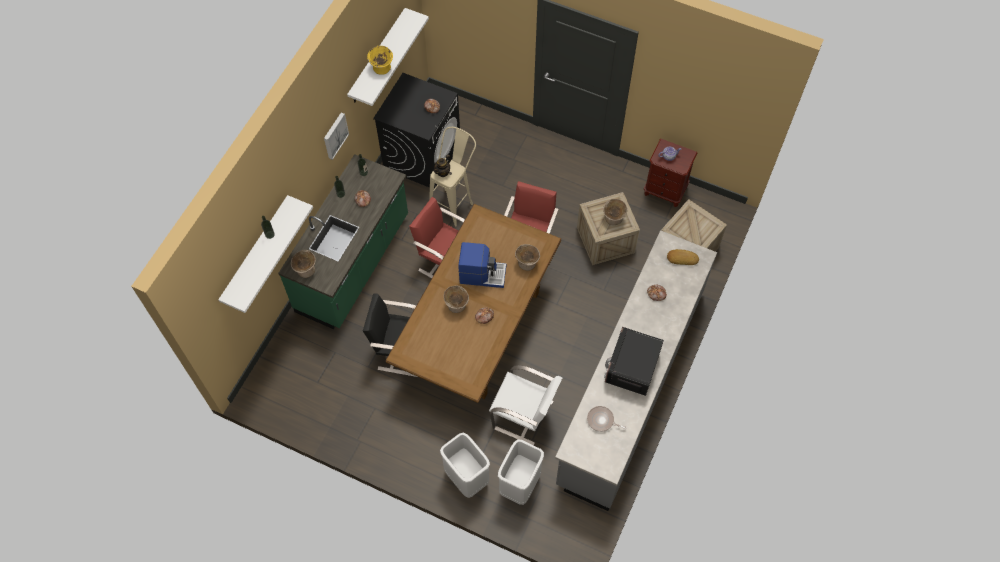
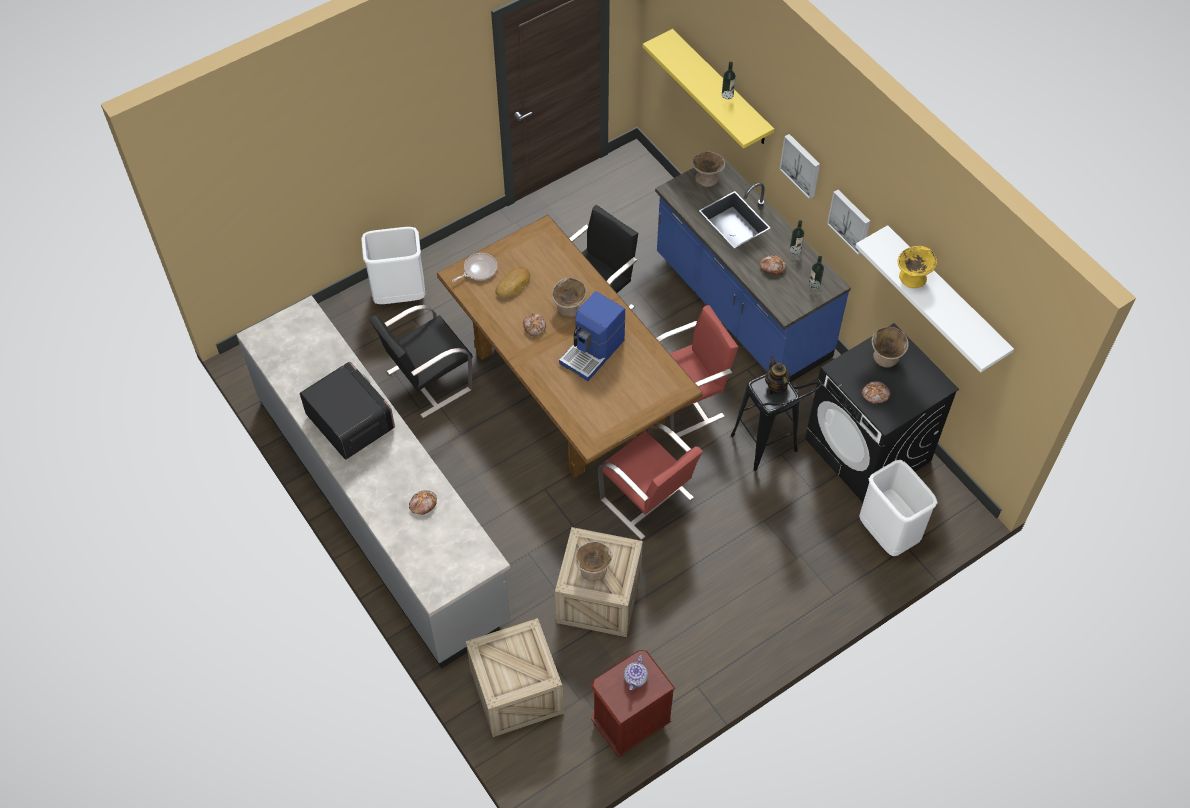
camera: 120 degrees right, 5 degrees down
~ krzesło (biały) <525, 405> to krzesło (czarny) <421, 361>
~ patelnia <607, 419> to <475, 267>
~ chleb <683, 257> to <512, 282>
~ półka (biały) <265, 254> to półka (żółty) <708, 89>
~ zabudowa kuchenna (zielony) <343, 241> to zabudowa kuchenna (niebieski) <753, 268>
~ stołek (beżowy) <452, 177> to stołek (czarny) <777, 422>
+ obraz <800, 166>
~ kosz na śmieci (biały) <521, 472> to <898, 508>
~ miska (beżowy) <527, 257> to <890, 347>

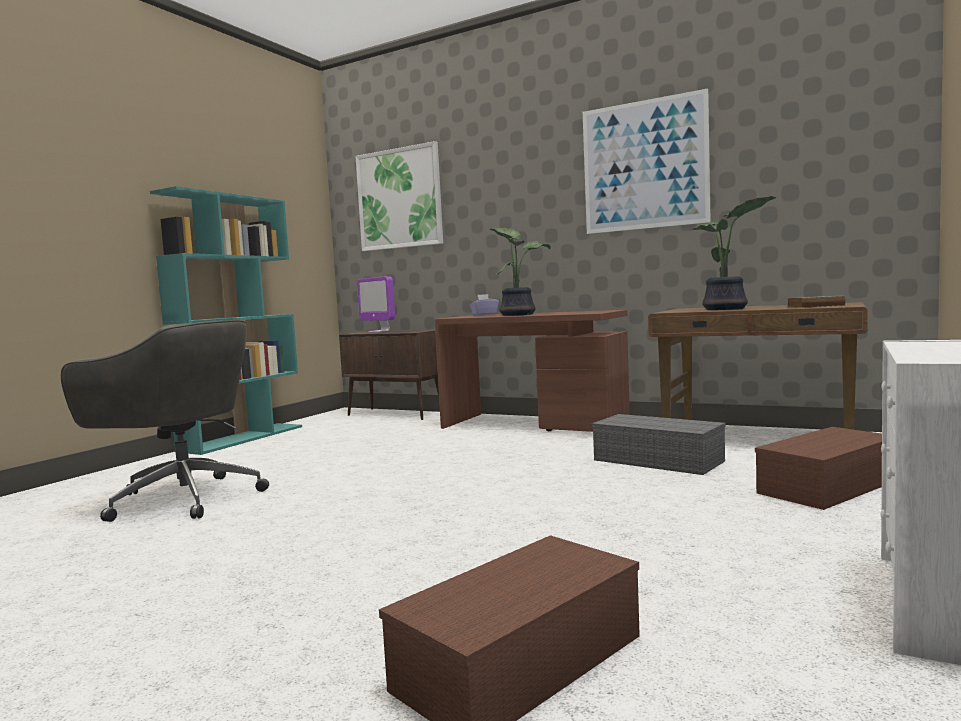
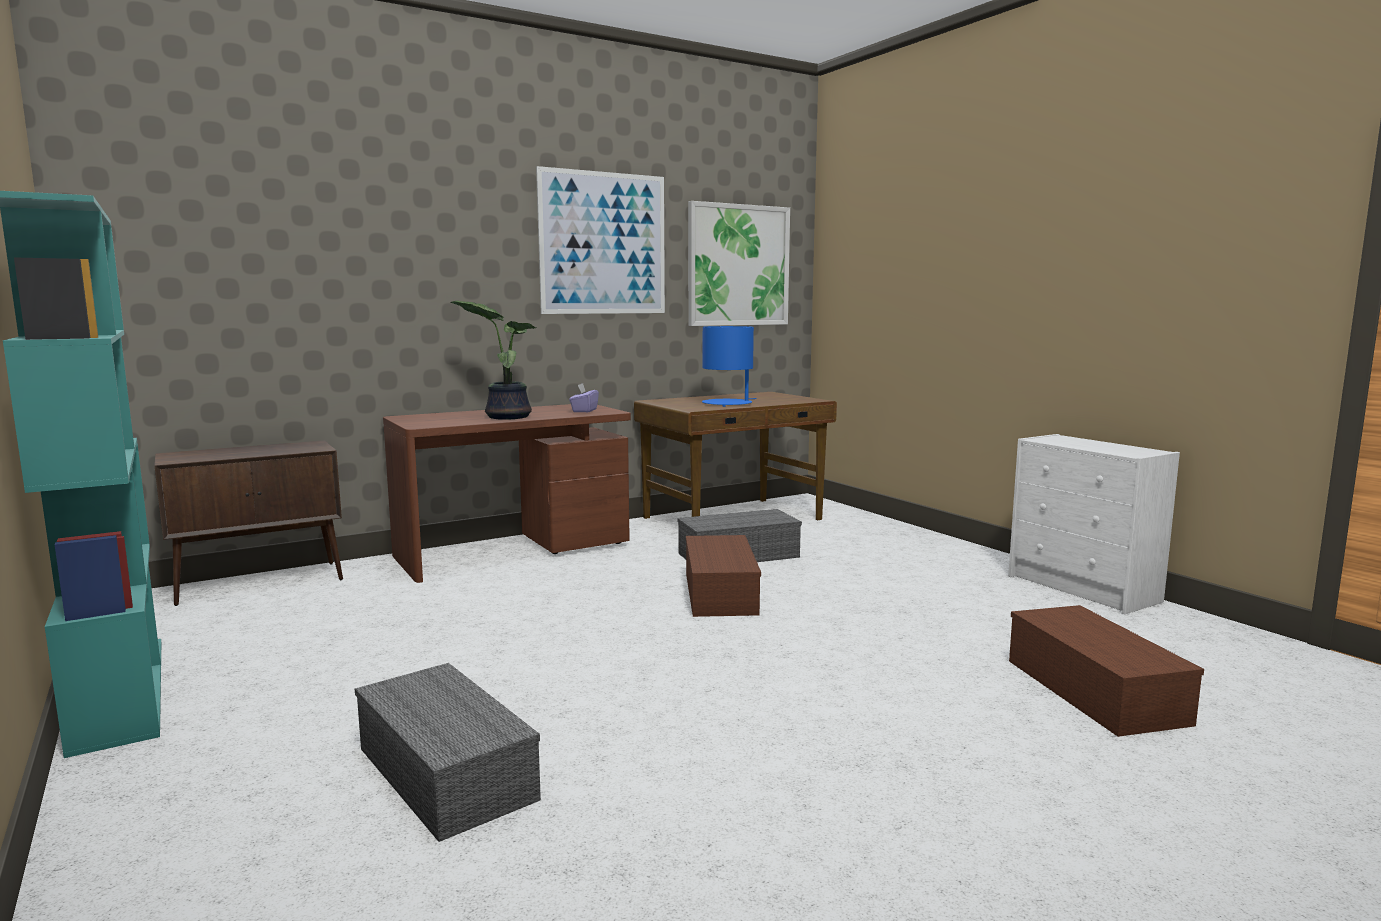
camera: 60 degrees left, 5 degrees up
~ krzesło biurowe (szary) <165, 421> to pojemnik do przechowywania (szary) <448, 752>
~ pudełko chusteczek (fioletowy) <484, 304> to <584, 397>
~ pojemnik do przechowywania (brązowy) <818, 468> to <723, 576>
~ obraz <399, 196> to <739, 263>
~ roślina doniczkowa <734, 253> to lampa stołowa (niebieski) <729, 366>
- monitor <376, 304>
- książka <816, 302>

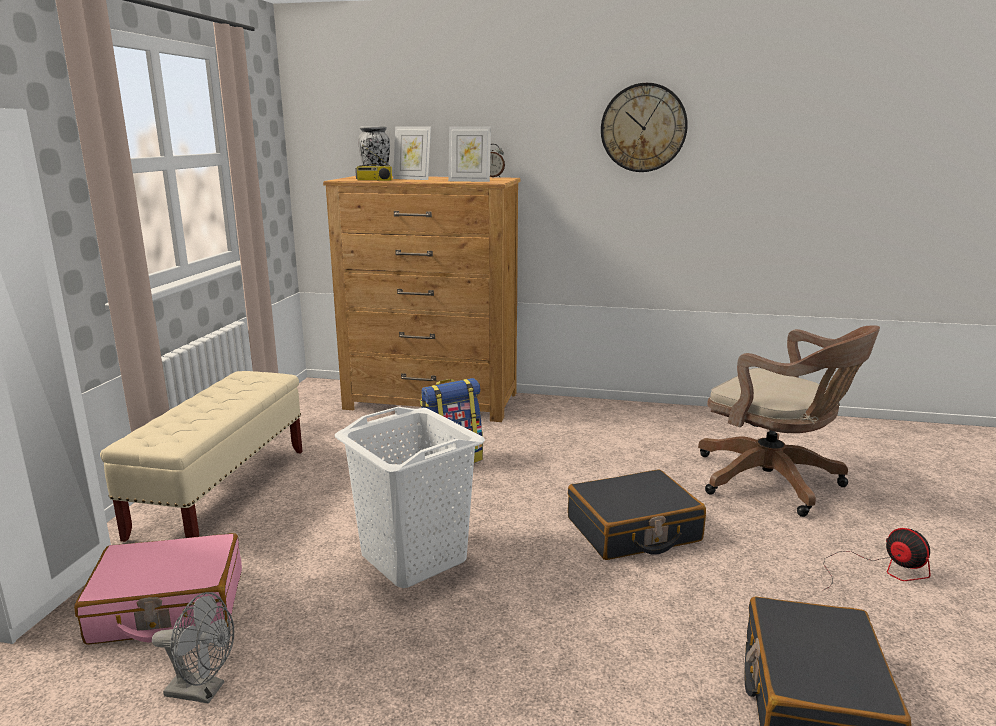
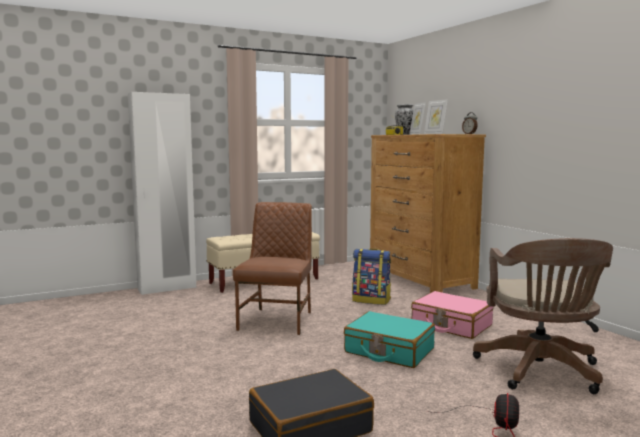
camera: 50 degrees right, 10 degrees down
~ kosz na pranie (biały) <410, 497> to krzesło (brązowy) <272, 268>
~ walizka (czarny) <637, 515> to walizka (turkusowy) <389, 339>
~ walizka (różowy) <158, 589> to <452, 315>
- wentylator (szary) <193, 648>
- zegar ścienny <644, 127>

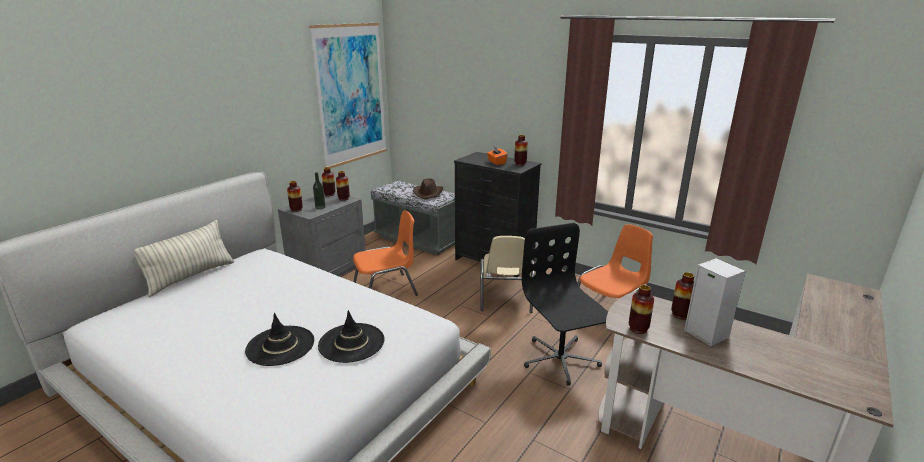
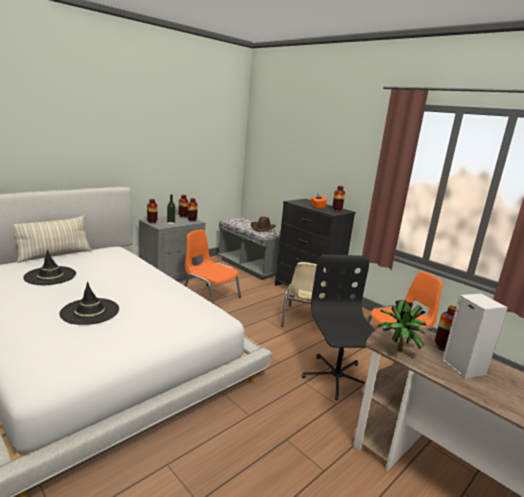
camera: 10 degrees right, 5 degrees down
~ kapelusz (czarny) <351, 336> to <49, 267>
~ krzesło (pomarańczowy) <385, 253> = <212, 267> 135 degrees counterclockwise
~ wazon <641, 309> to roślina doniczkowa <402, 326>
- obraz <348, 96>

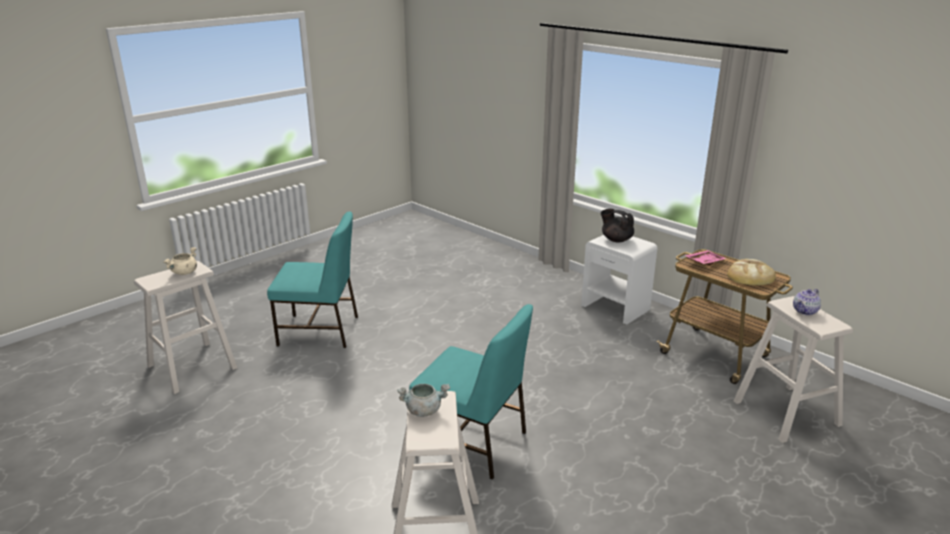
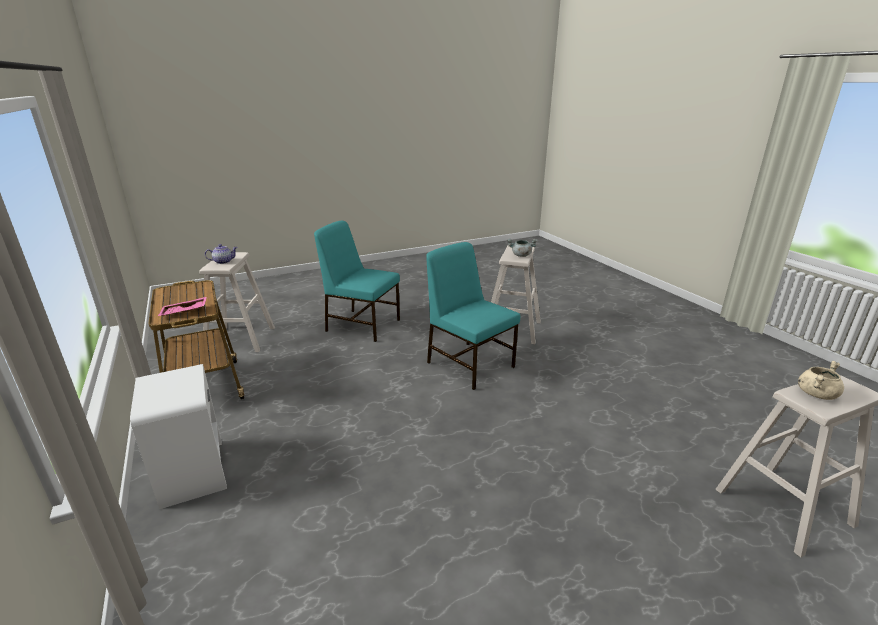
camera: 160 degrees left, 0 degrees up
~ krzesło (turkusowy) <312, 279> to <357, 281>
- imbryk (czarny) <617, 225>
- chleb <751, 272>

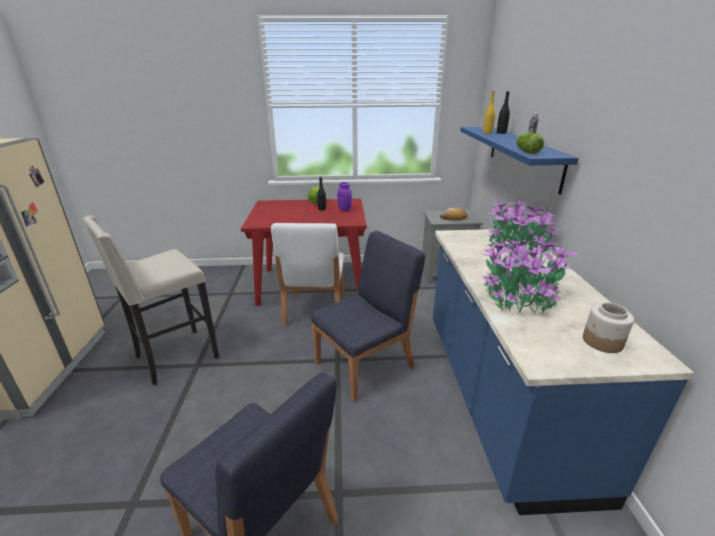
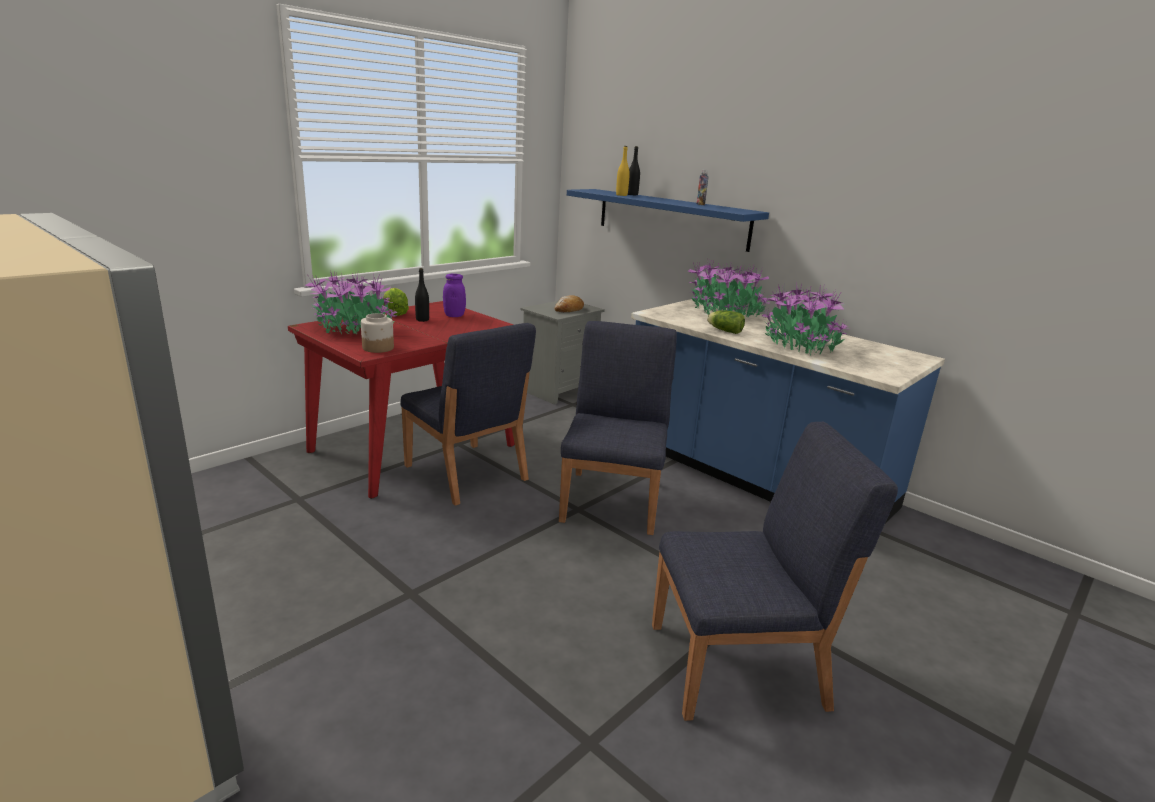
camera: 45 degrees left, 5 degrees down
+ roślina doniczkowa <350, 302>
~ słoik <608, 328> to <377, 333>
~ krzesło (biały) <307, 275> to krzesło (niebieski) <468, 414>
~ sałata <530, 143> to <726, 322>
- stołek (beżowy) <151, 300>

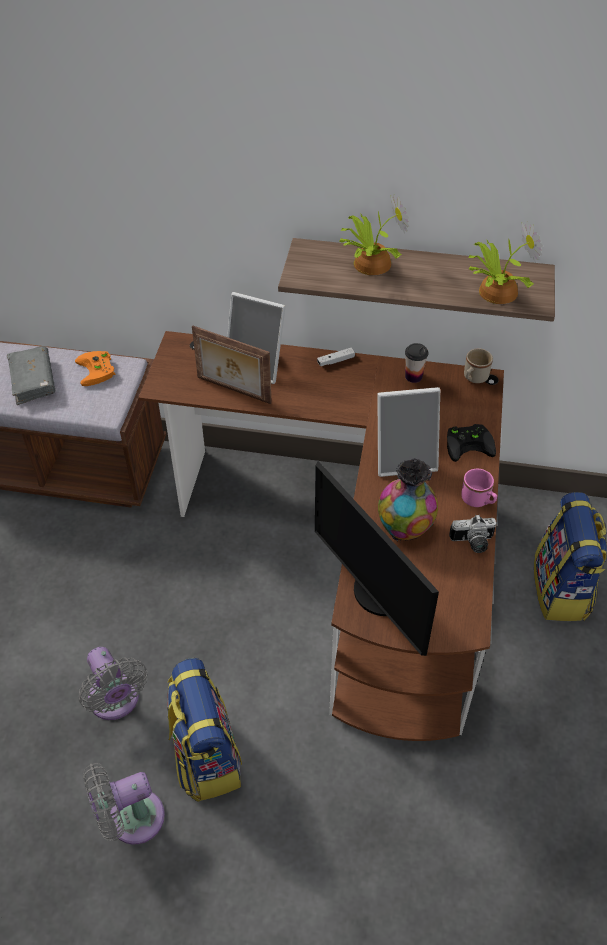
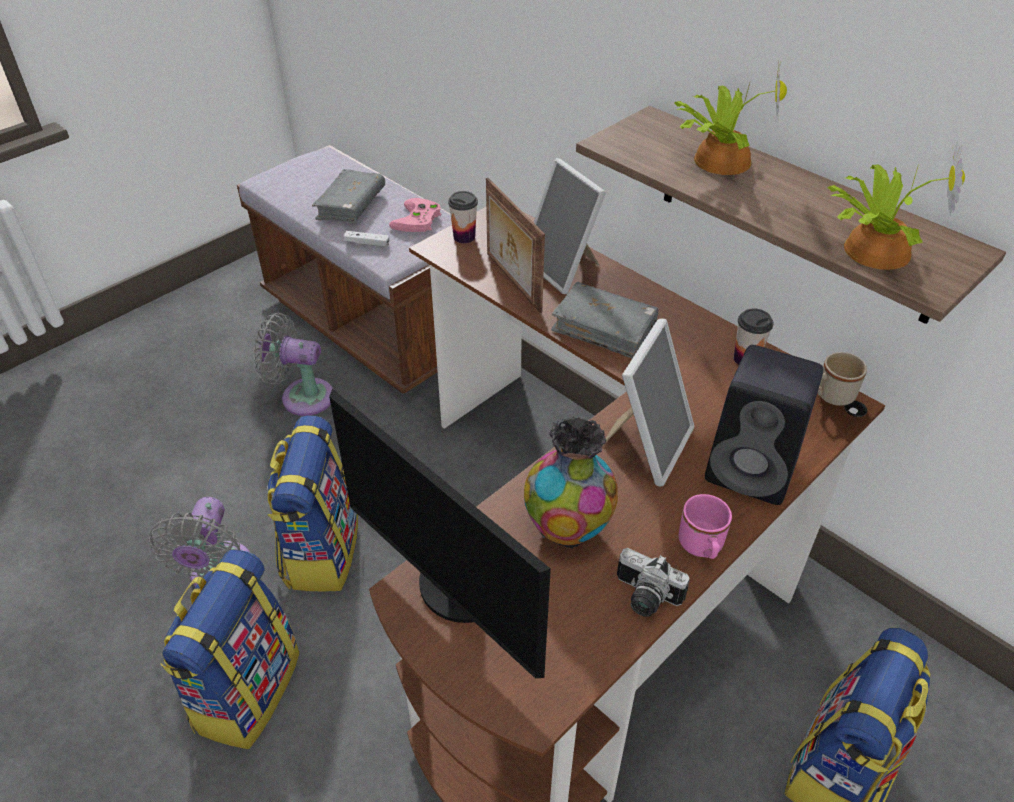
camera: 35 degrees right, 5 degrees down
~ wentylator (szary) <124, 804> to <293, 364>
+ plecak <312, 503>
~ monitor <377, 558> = <440, 533> 45 degrees counterclockwise
~ pad do gier (biały) <336, 357> to <366, 239>
~ pad do gier (pomarańczowy) <95, 368> to pad do gier (różowy) <415, 215>
+ filiżanka <463, 217>
+ książka (szary) <605, 320>
~ ramka na zdjęcie <408, 432> = <649, 402> 90 degrees counterclockwise
~ pad do gier (czarny) <471, 443> to głośnik (czarny) <764, 425>

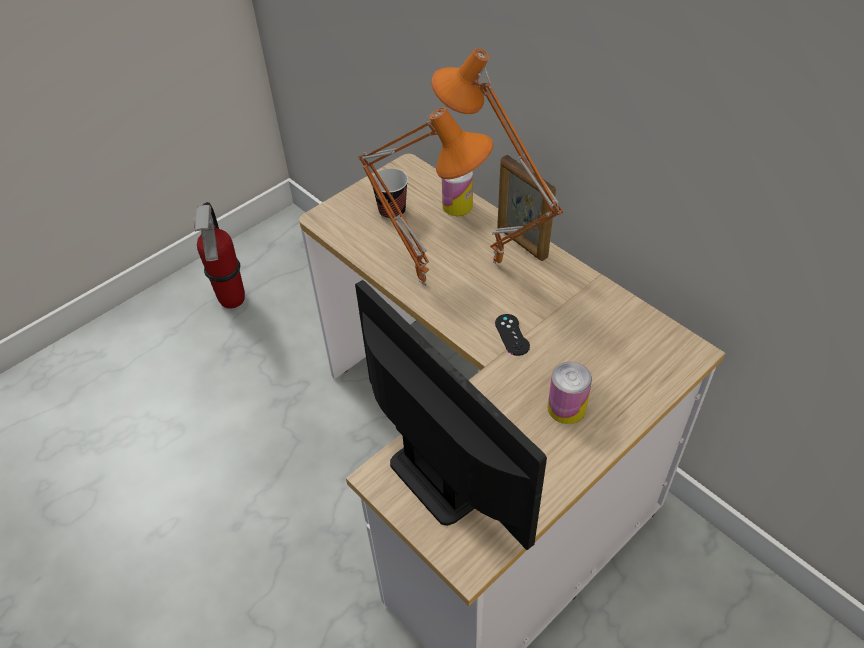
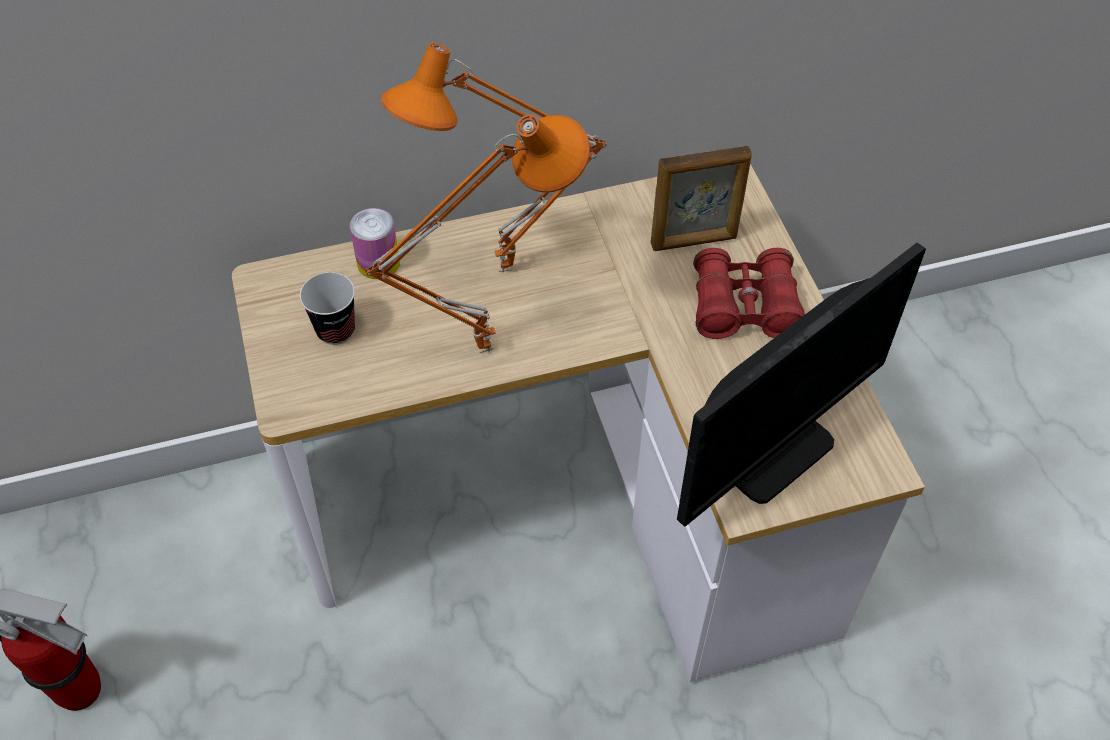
camera: 65 degrees left, 5 degrees up
~ ramka na zdjęcie <526, 208> to <701, 198>
~ monitor <451, 415> = <801, 385> 150 degrees clockwise
~ puszka <570, 393> to lornetka (czerwony) <749, 293>
- pad do gier (czarny) <512, 335>

